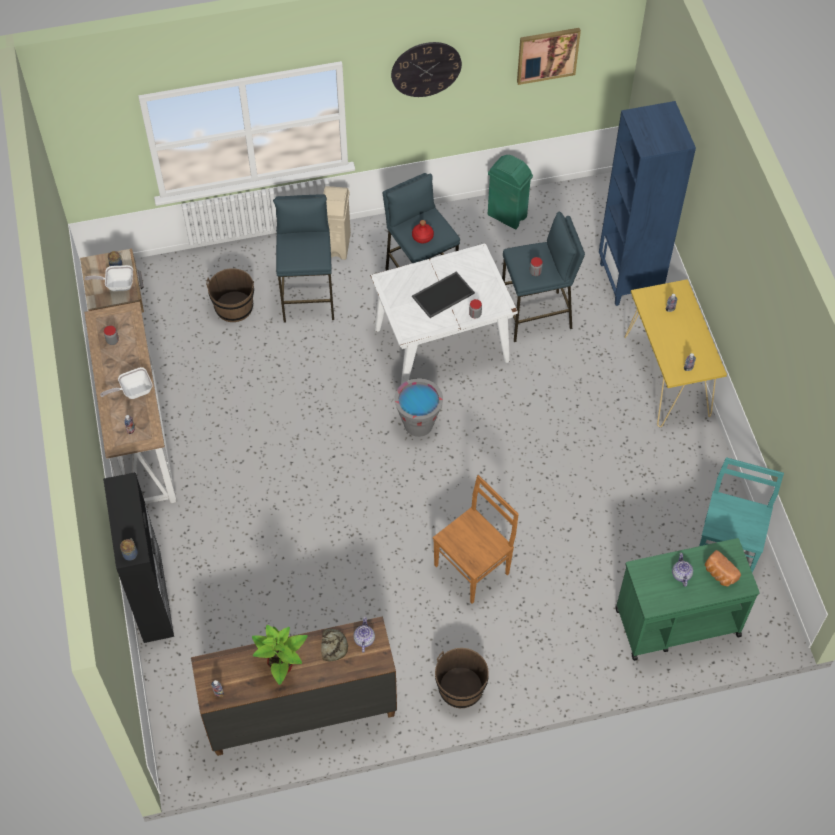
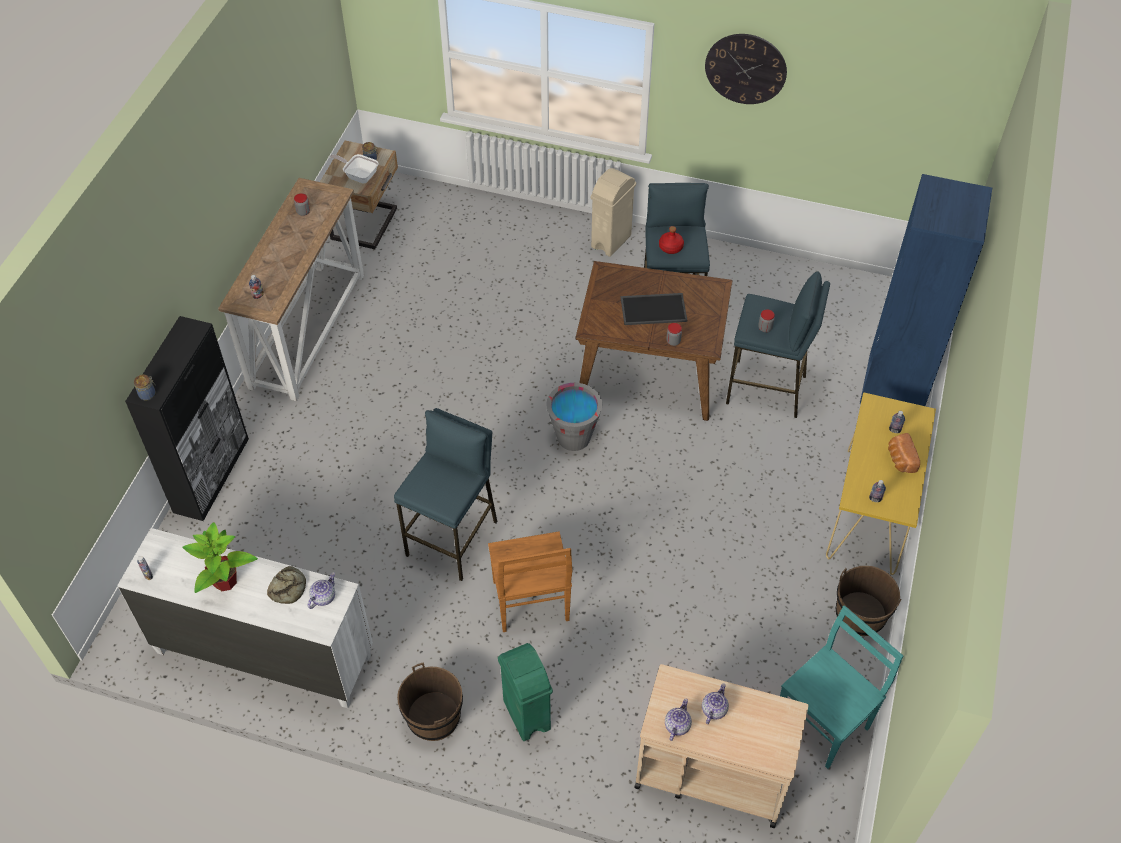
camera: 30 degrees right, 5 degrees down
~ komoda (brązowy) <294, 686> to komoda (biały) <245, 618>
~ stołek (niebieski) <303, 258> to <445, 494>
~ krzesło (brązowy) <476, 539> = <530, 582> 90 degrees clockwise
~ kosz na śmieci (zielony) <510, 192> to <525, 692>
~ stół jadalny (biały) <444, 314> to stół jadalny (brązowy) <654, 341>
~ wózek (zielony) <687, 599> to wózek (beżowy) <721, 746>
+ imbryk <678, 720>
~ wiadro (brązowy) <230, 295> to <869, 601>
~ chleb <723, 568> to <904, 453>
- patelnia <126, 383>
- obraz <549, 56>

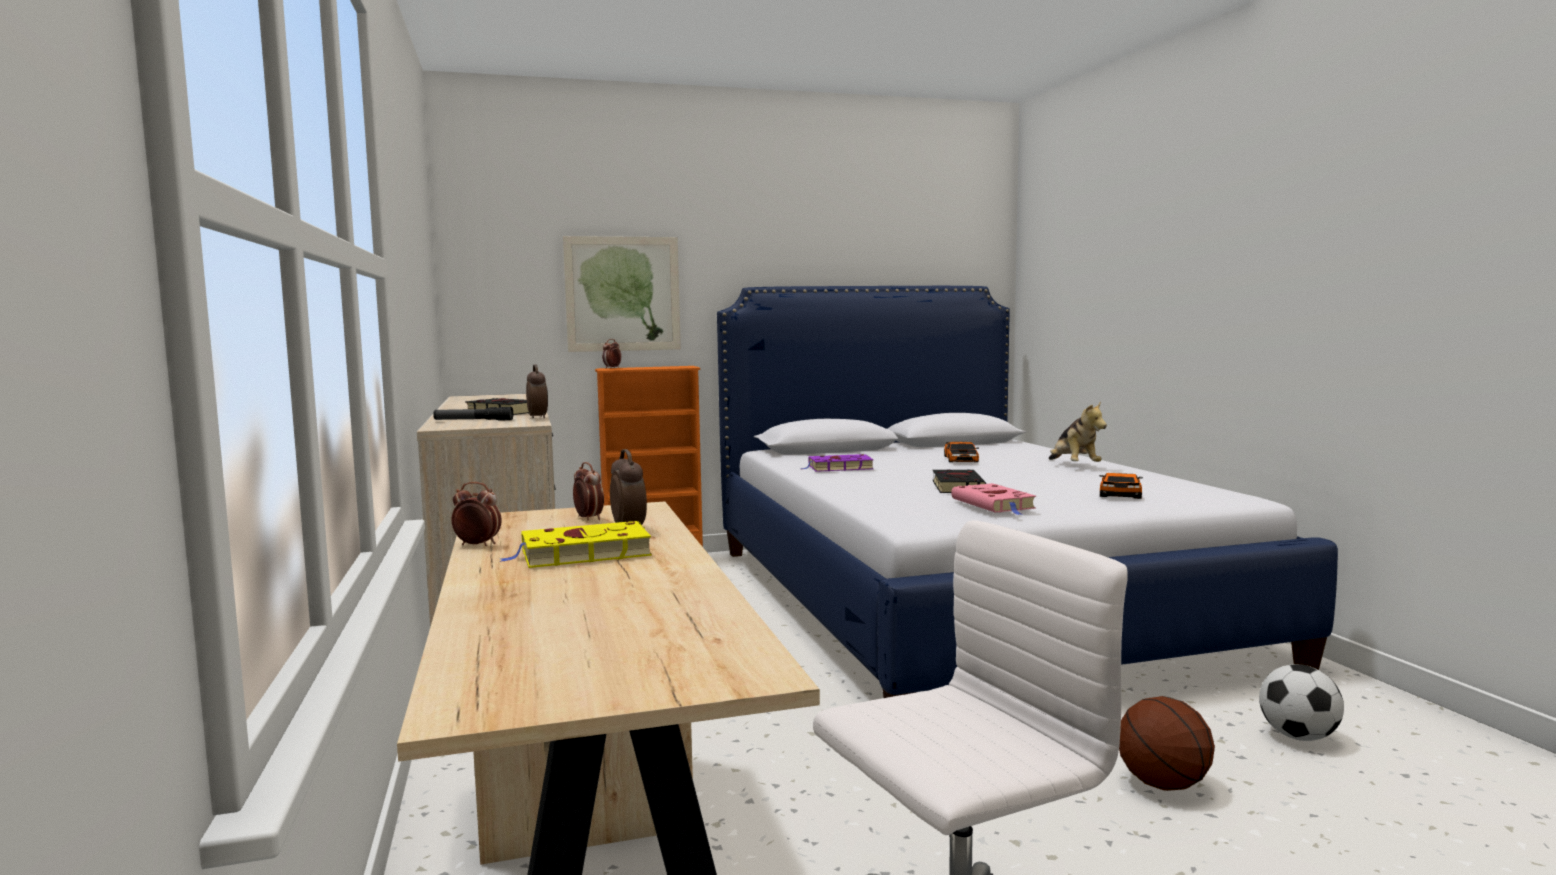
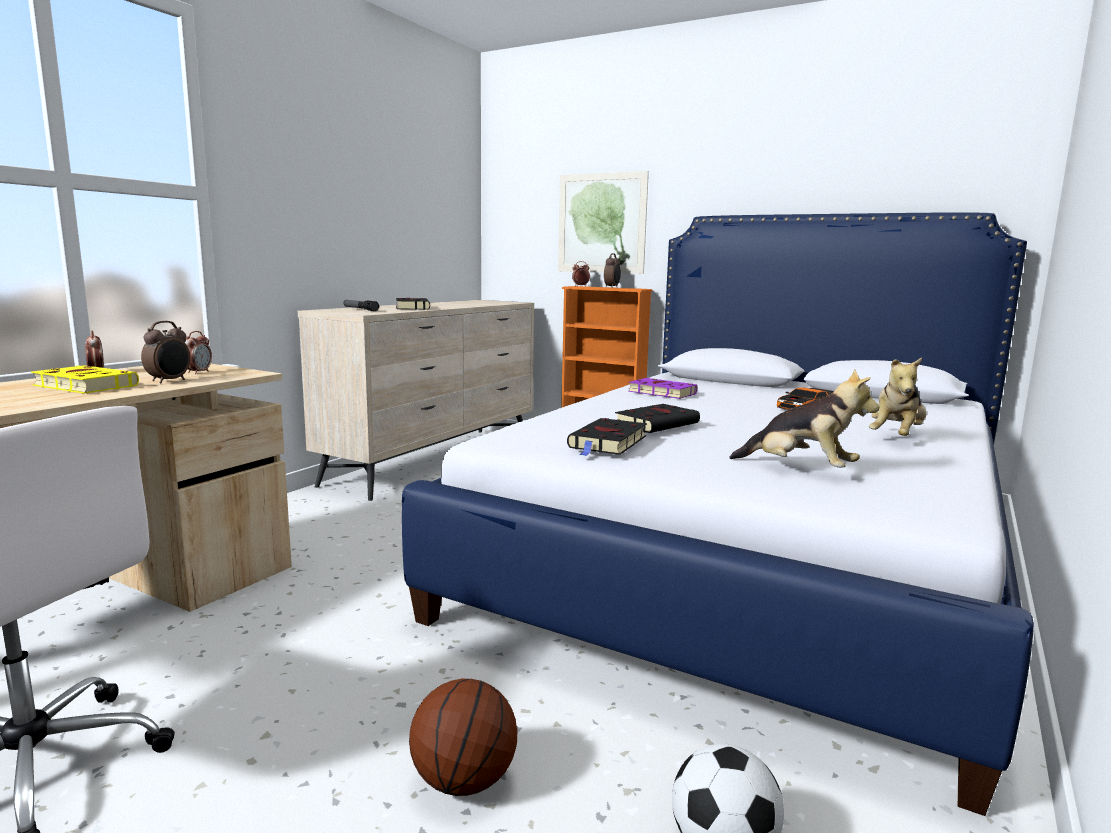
camera: 45 degrees right, 5 degrees up
~ książka (różowy) <993, 499> to książka (czarny) <607, 437>
~ budzik <537, 391> to <612, 270>
~ samochodzik <1121, 486> to pluszak <804, 418>

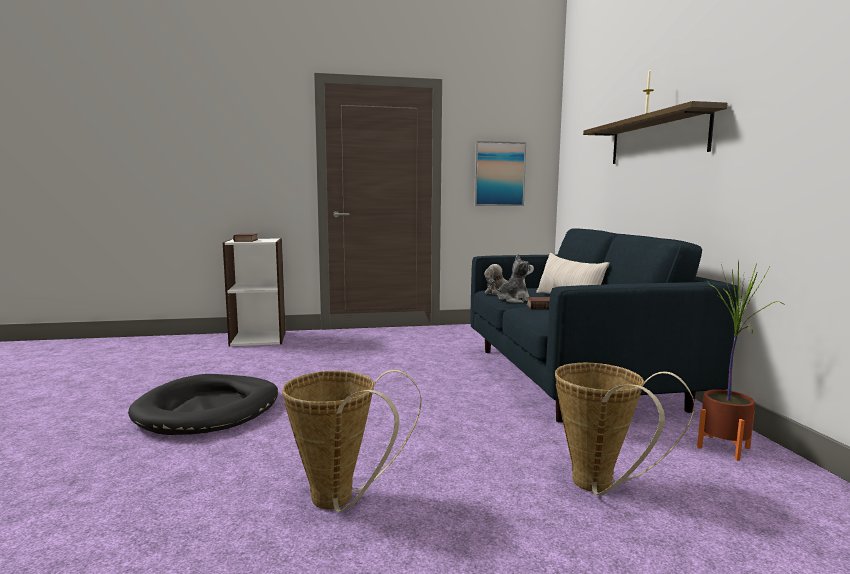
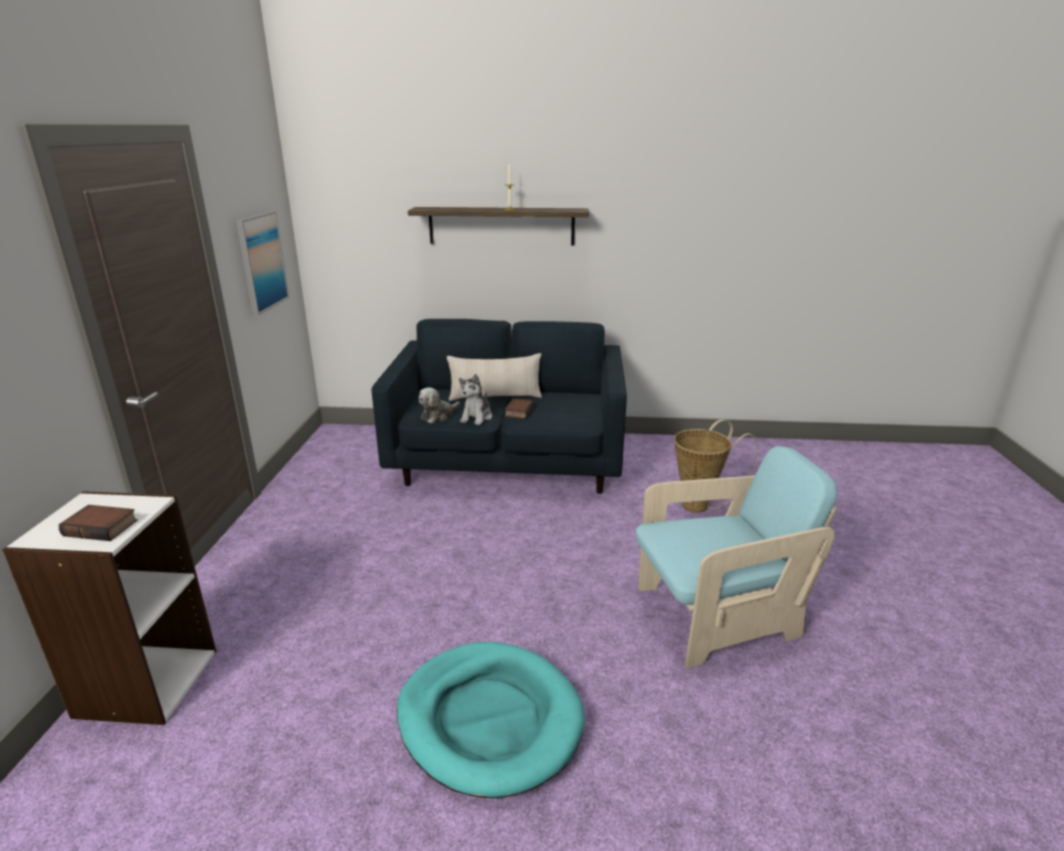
camera: 75 degrees left, 15 degrees up
~ legowisko (czarny) <203, 404> to legowisko (turkusowy) <491, 720>
~ pluszak <514, 278> = <475, 399> 150 degrees counterclockwise
~ koszyk <351, 440> to fotel (turkusowy) <736, 557>
- roślina doniczkowa <740, 360>

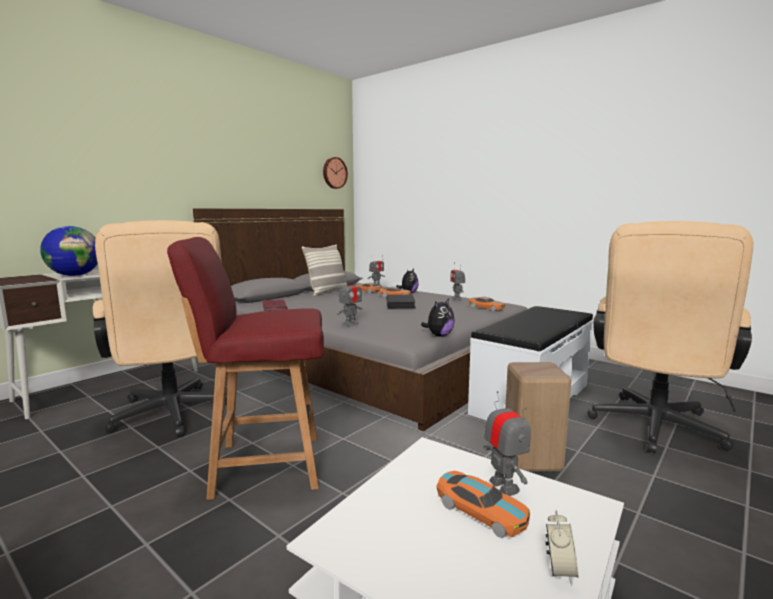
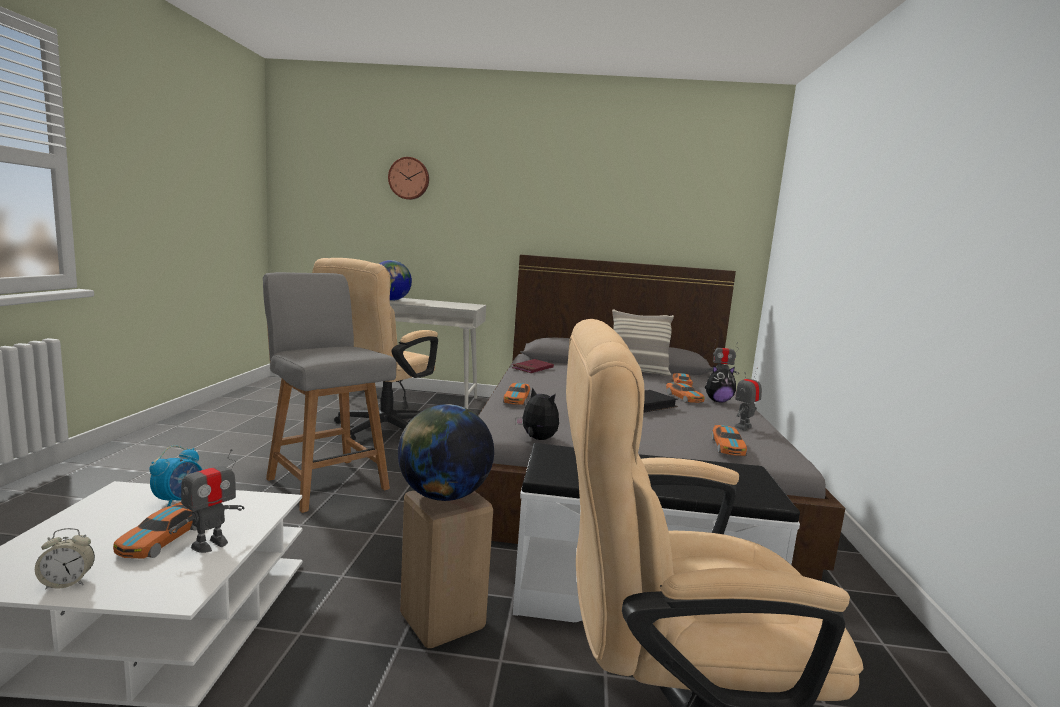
camera: 55 degrees right, 0 degrees up
+ budzik <175, 476>
~ krzesło (czerwony) <245, 368> to krzesło (szary) <329, 392>
~ zegar ścienny <335, 173> to <408, 178>
+ globus <446, 452>
~ robot zabawkowy <350, 302> to samochodzik <516, 394>
~ pluszak <438, 318> = <537, 413> 150 degrees counterclockwise

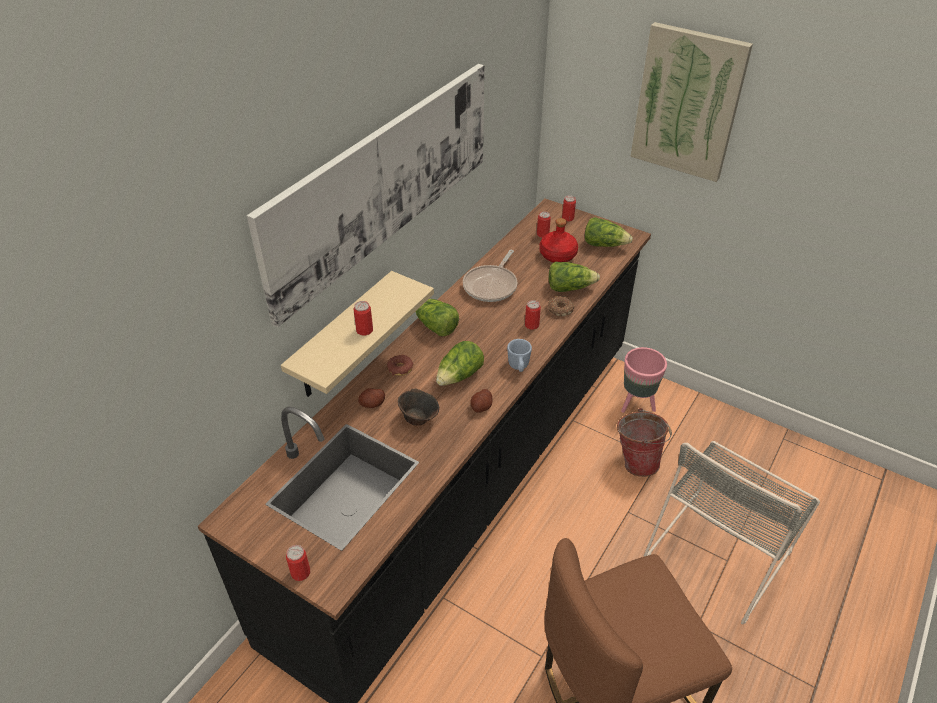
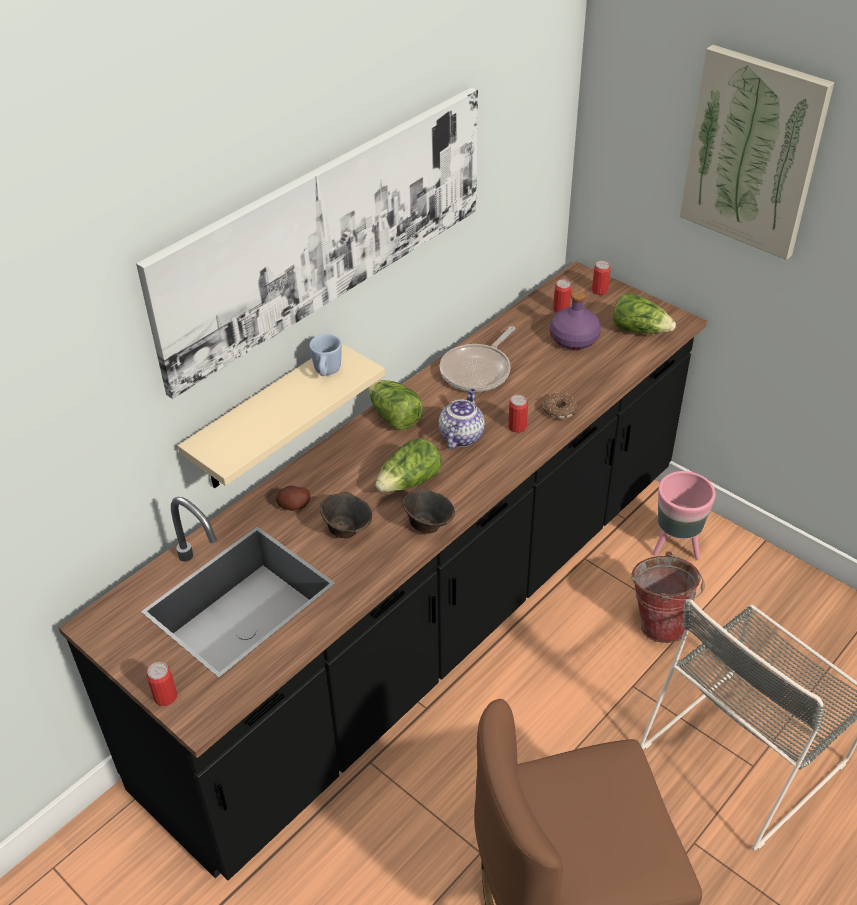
camera: 10 degrees right, 0 degrees up
~ kubek (niebieski) <519, 355> to <325, 355>
~ ziemniak <481, 401> to miska (brązowy) <428, 511>
+ imbryk <461, 419>
~ butelka (czerwony) <558, 240> to butelka (fioletowy) <575, 319>
- puszka <363, 318>
- donut <400, 365>
- sałata <574, 277>

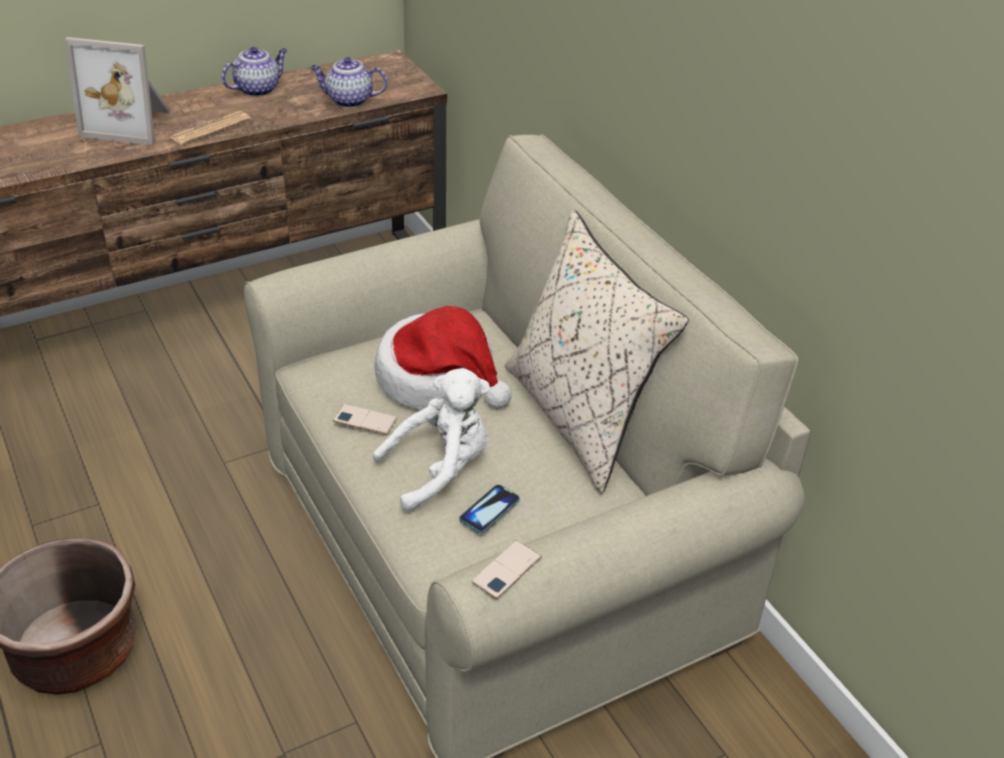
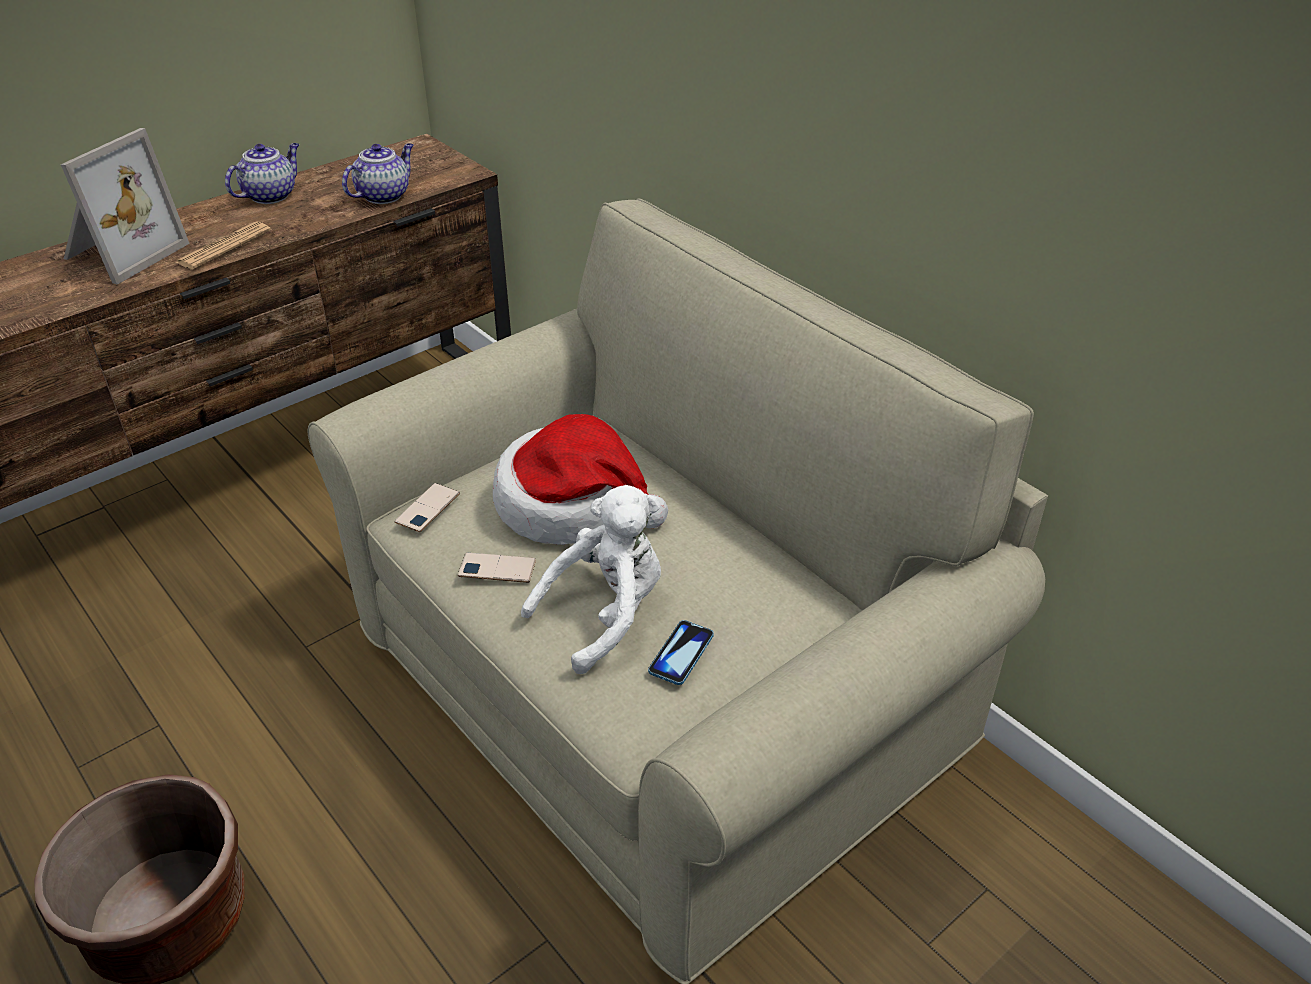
camera: 10 degrees left, 0 degrees up
~ ramka na zdjęcie <118, 91> = <125, 206> 60 degrees counterclockwise
~ imbryk <348, 82> = <377, 173> 135 degrees clockwise
~ telefon <506, 569> to <427, 507>
- poduszka (beżowy) <597, 351>

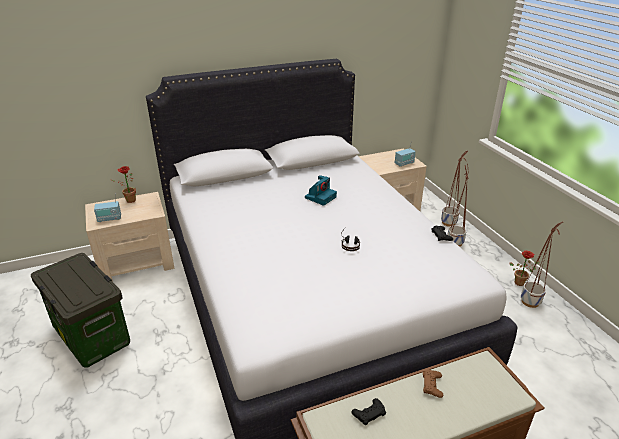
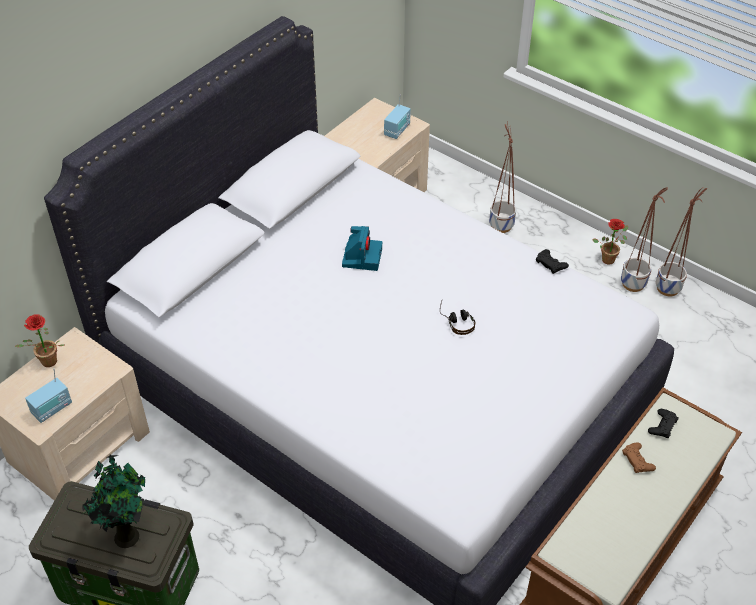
camera: 30 degrees left, 15 degrees up
+ roślina doniczkowa <113, 501>
~ pad do gier (czarny) <368, 411> to <663, 423>
~ donica <454, 189> to <681, 241>

